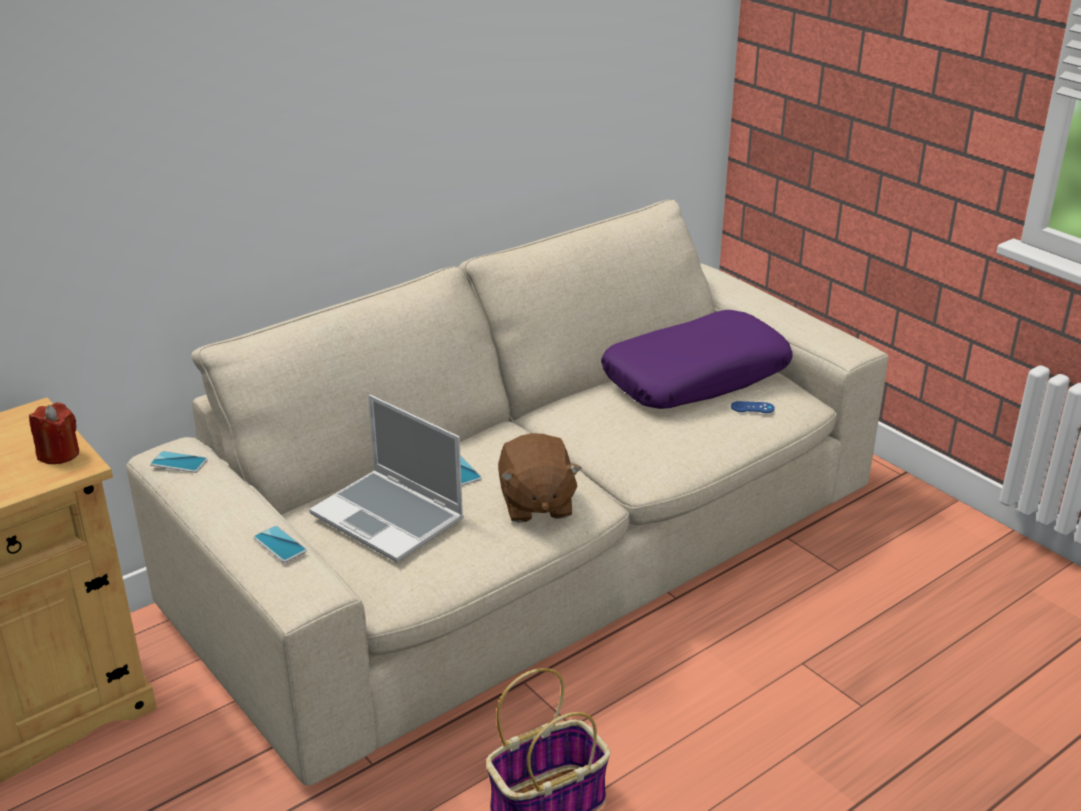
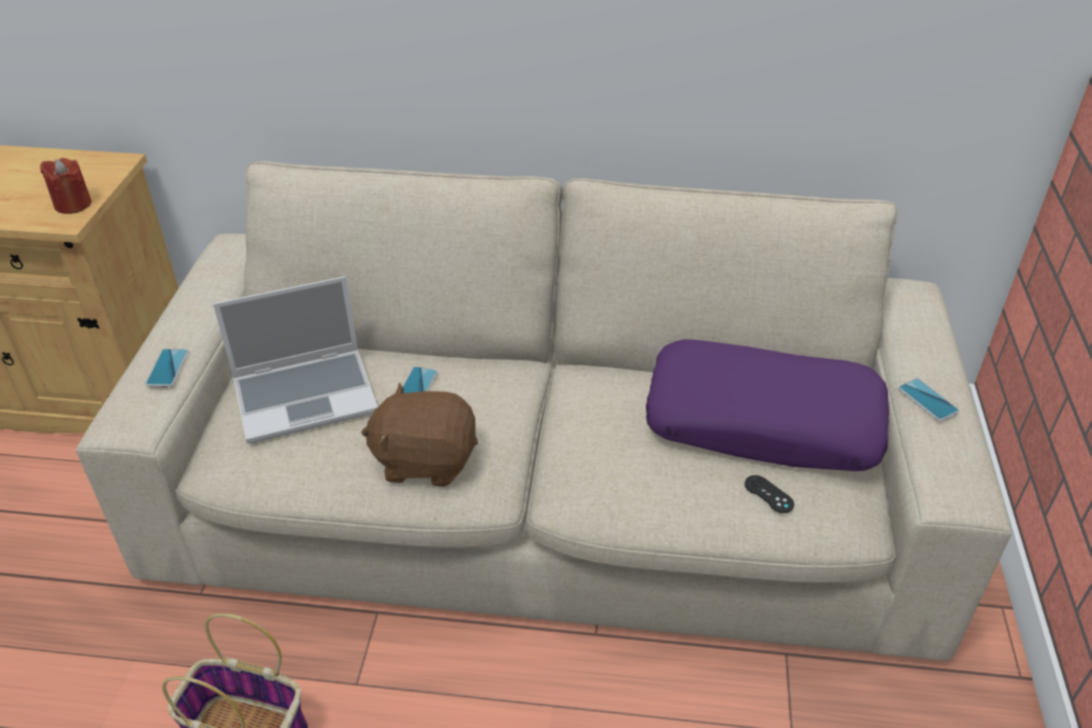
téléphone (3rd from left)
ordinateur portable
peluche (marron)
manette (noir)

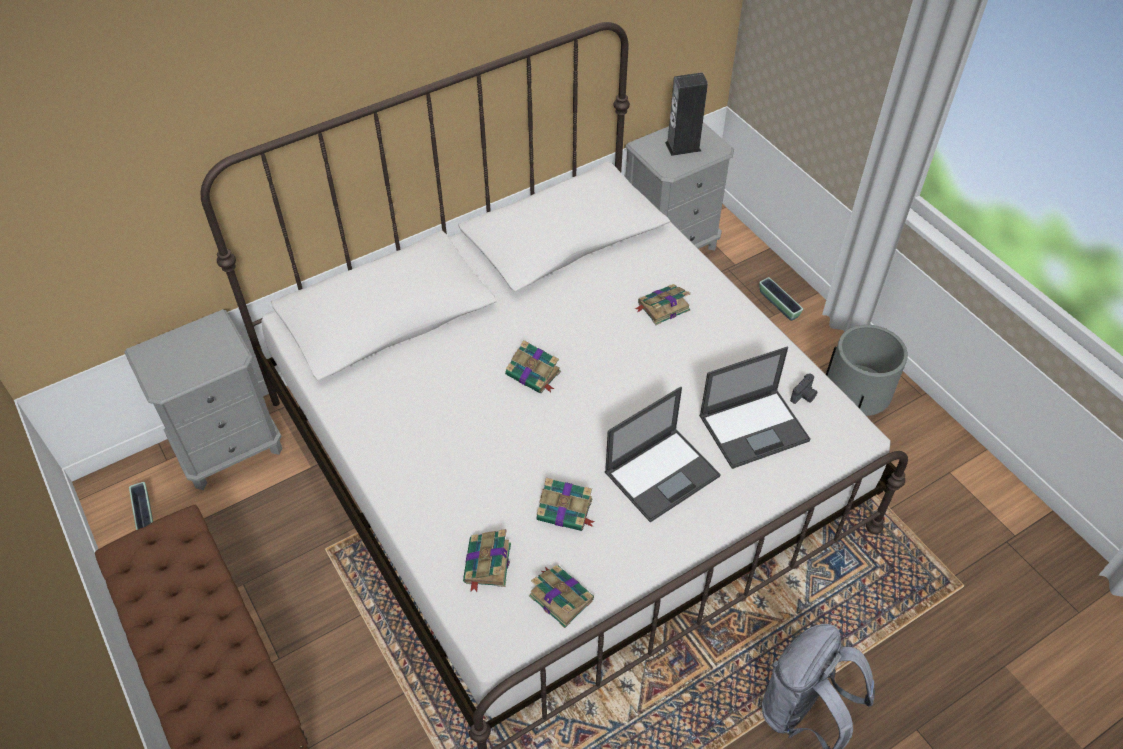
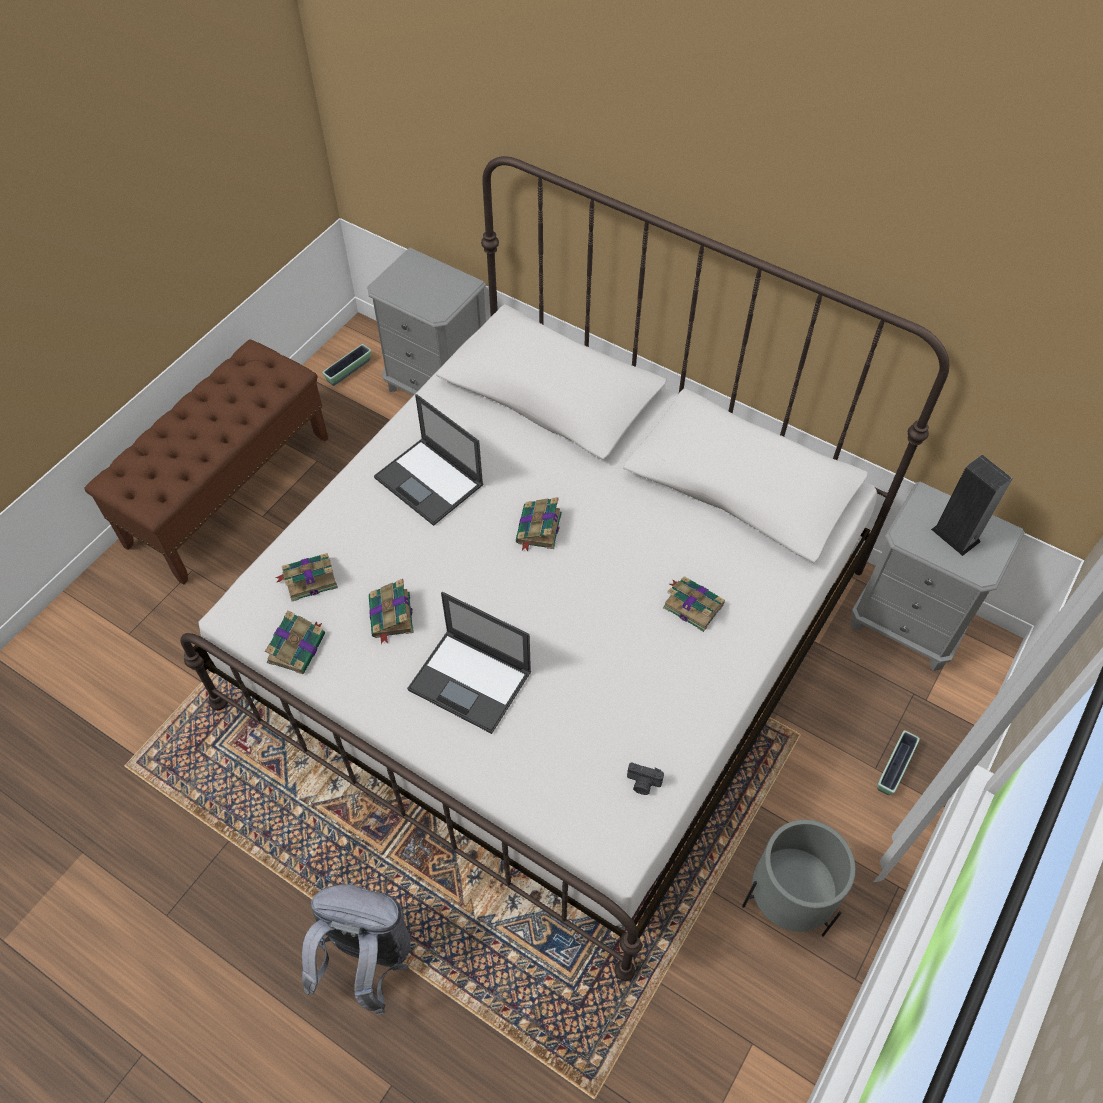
ordinateur portable (1st from left)

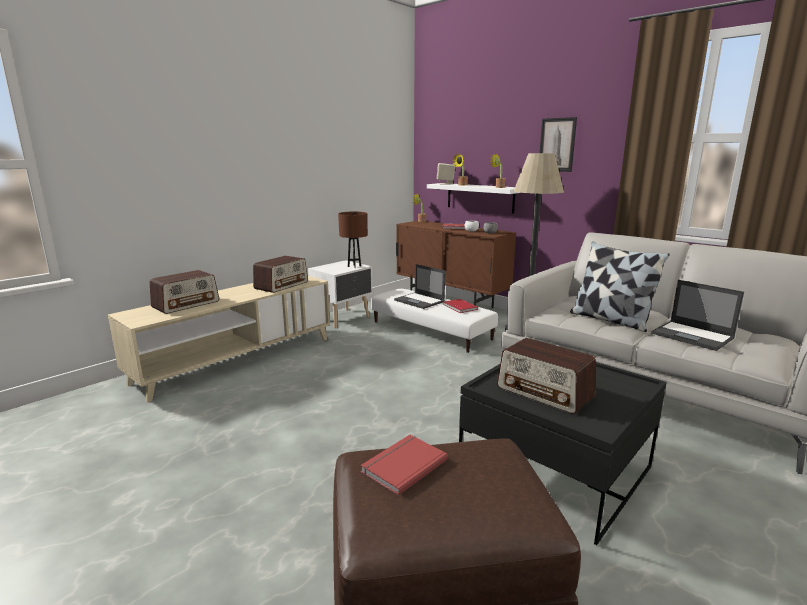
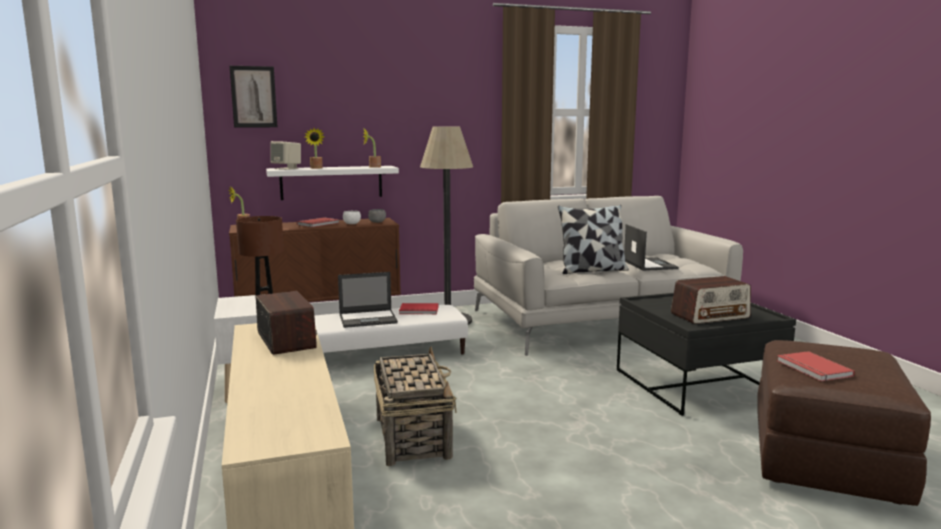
radio (1st from left in the first image)
tableau
ordinateur portable (2nd from left)
panier

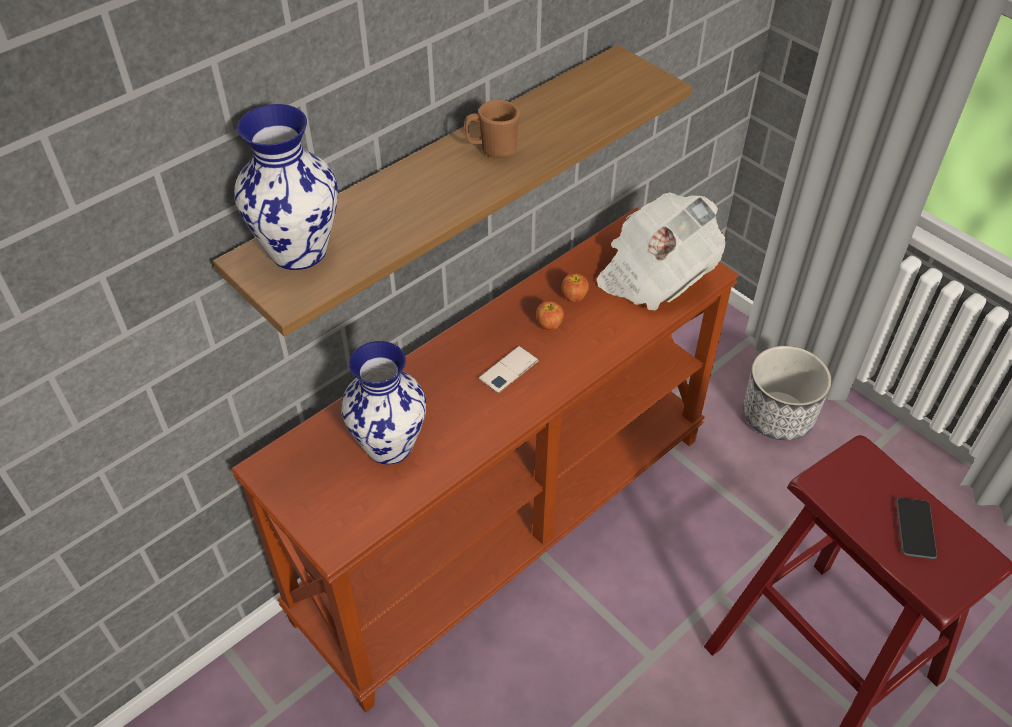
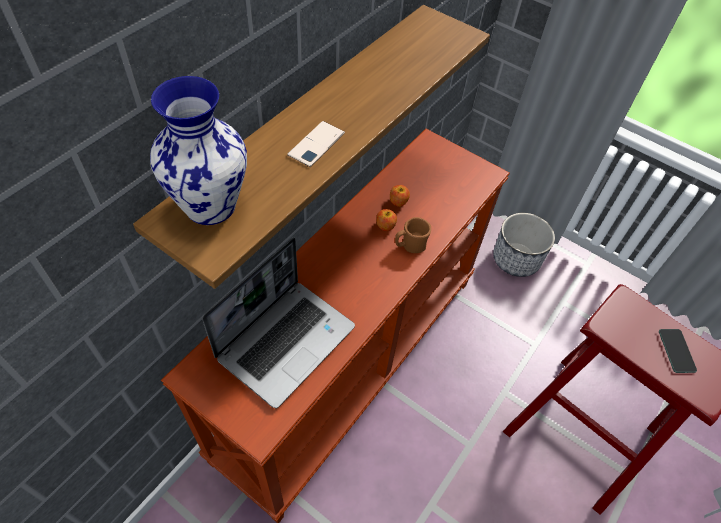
ordinateur portable
mug (marron)
téléphone (1st from left)
journal

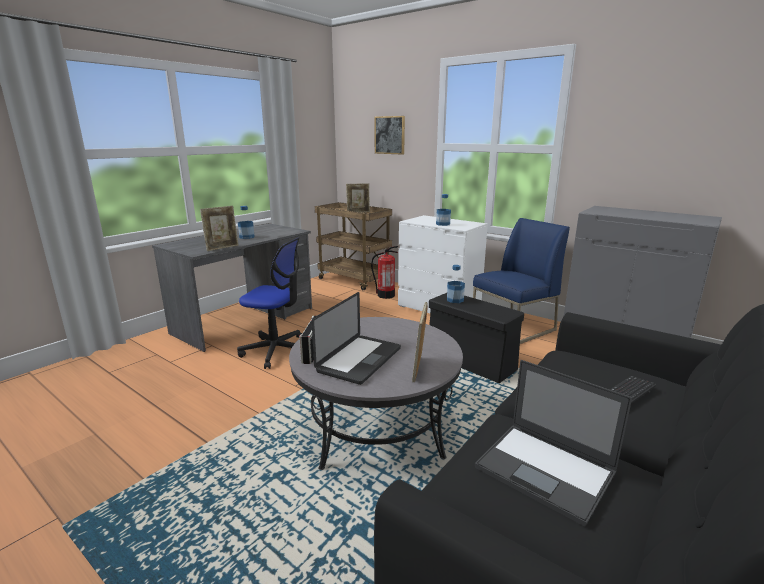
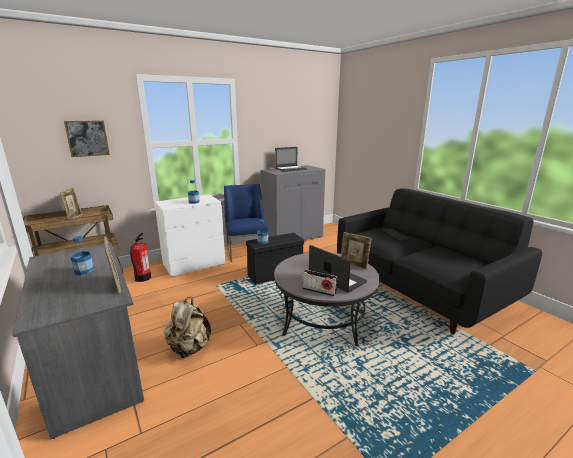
sac à dos (beige)
ordinateur portable (1st from left)

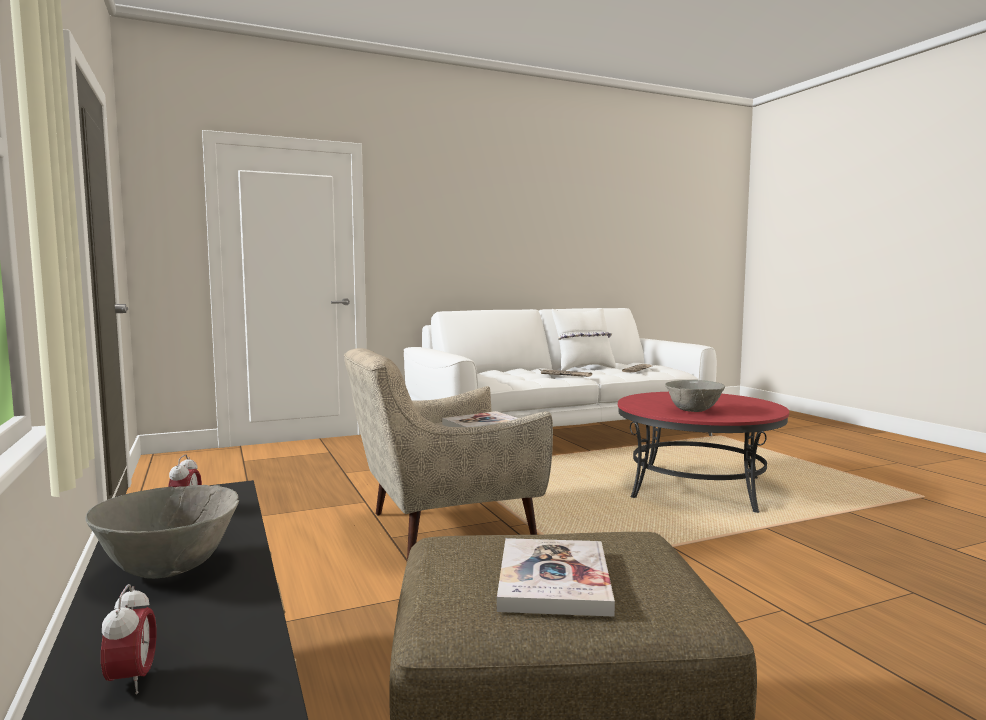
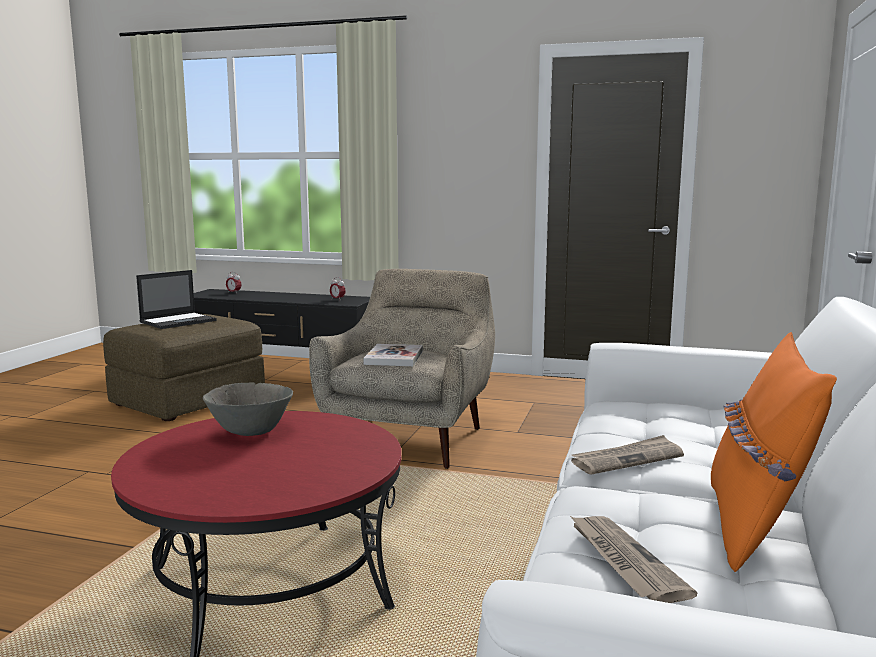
bol (gris) (1st from left in the first image)
ordinateur portable
coussin (orange)

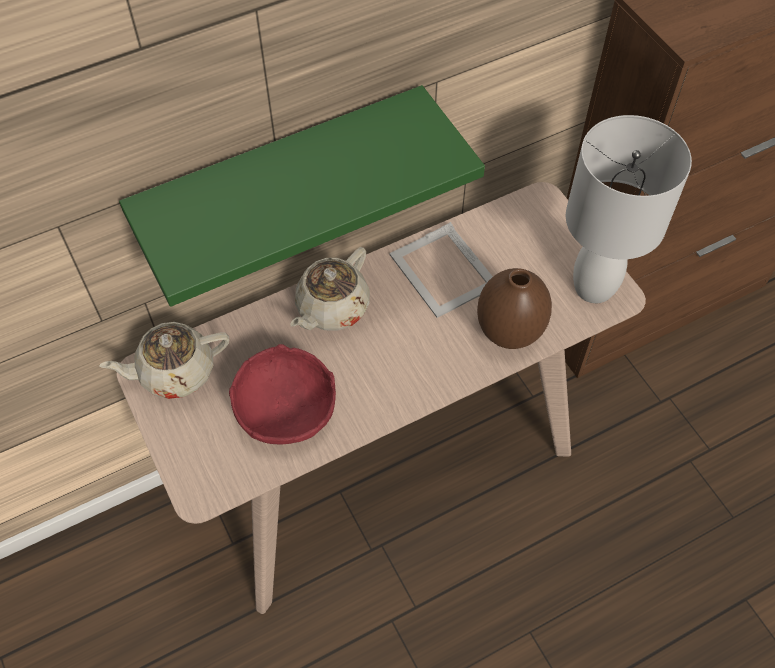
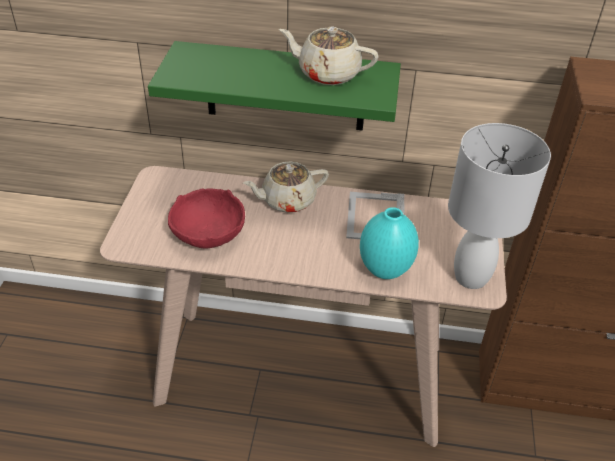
théière (beige) (2nd from left)
vase (turquoise)

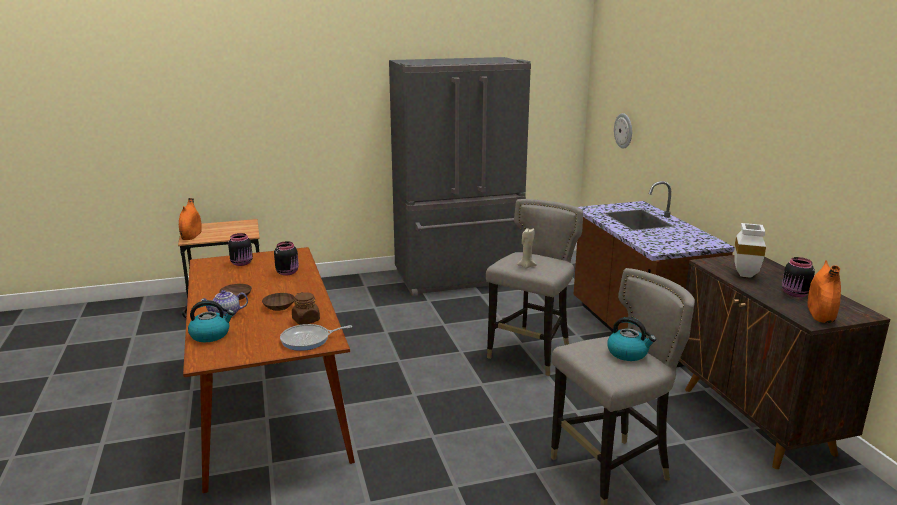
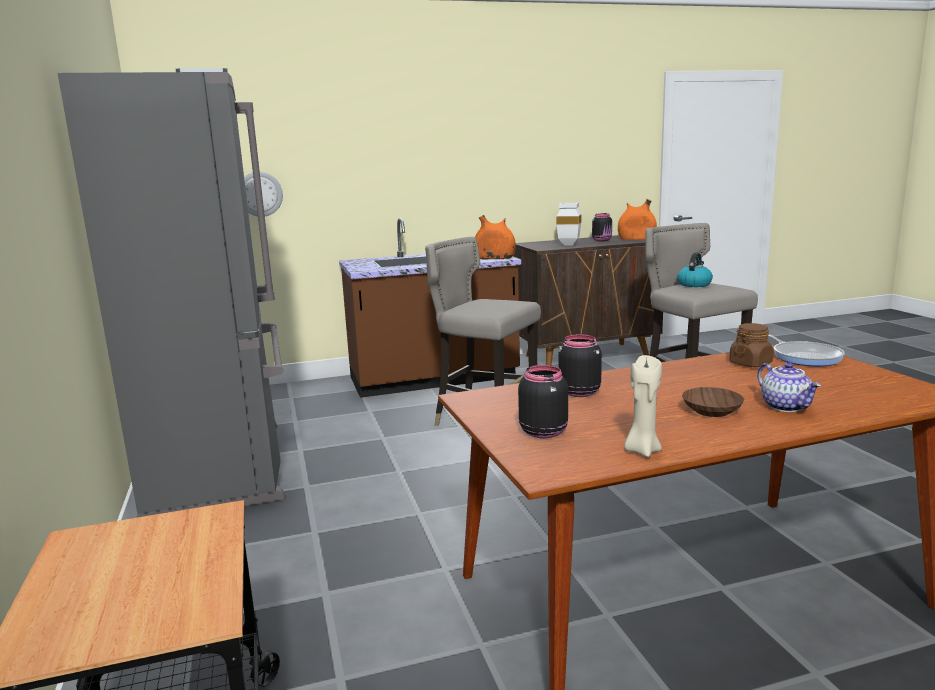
vase (orange) (1st from left)
bouilloire (1st from left in the first image)
bol (marron) (2nd from left in the first image)
bougie (beige)

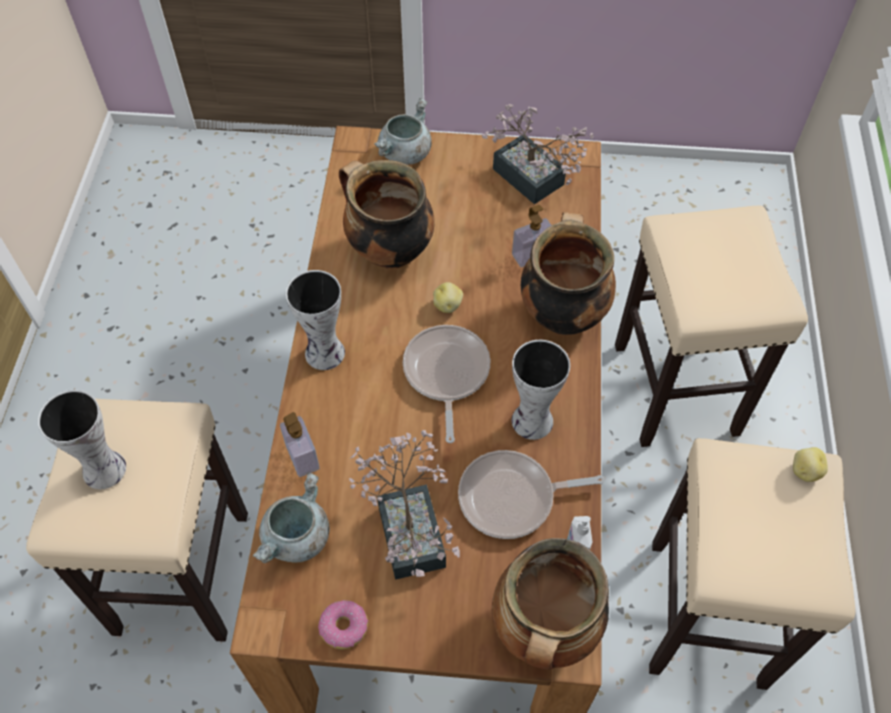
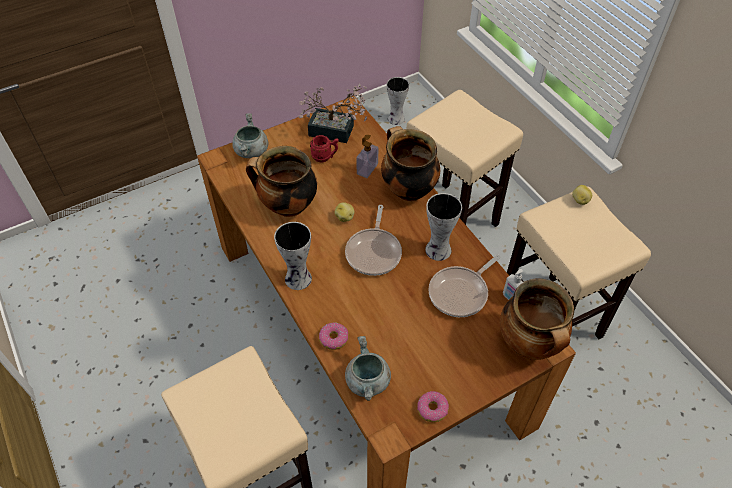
vase (2nd from left)
beignet (1st from left)
plante en pot (1st from left in the first image)
poêle (1st from left)
mug (rouge)

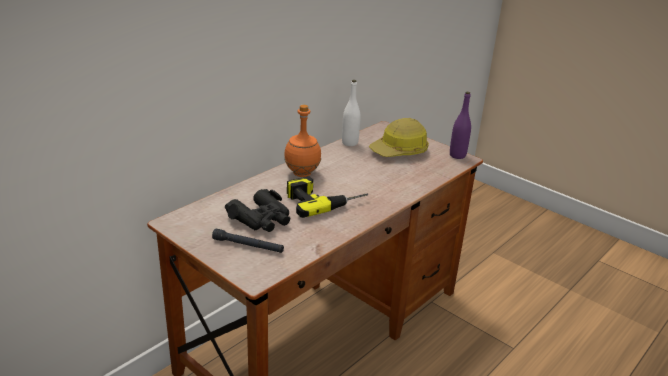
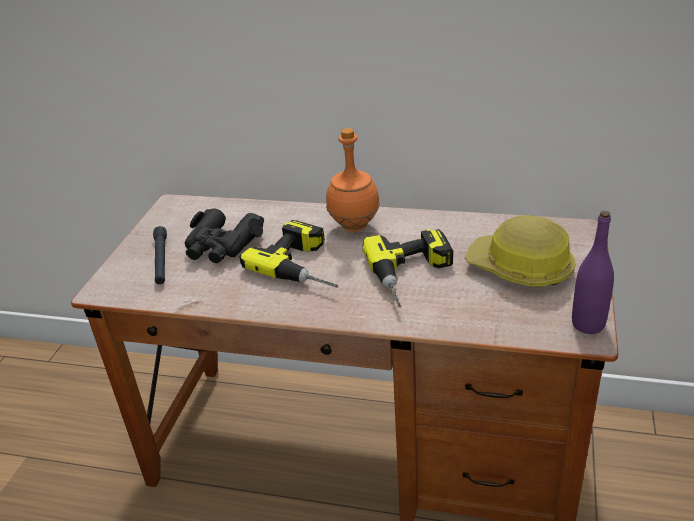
bouteille (blanc)
perceuse (2nd from left)

